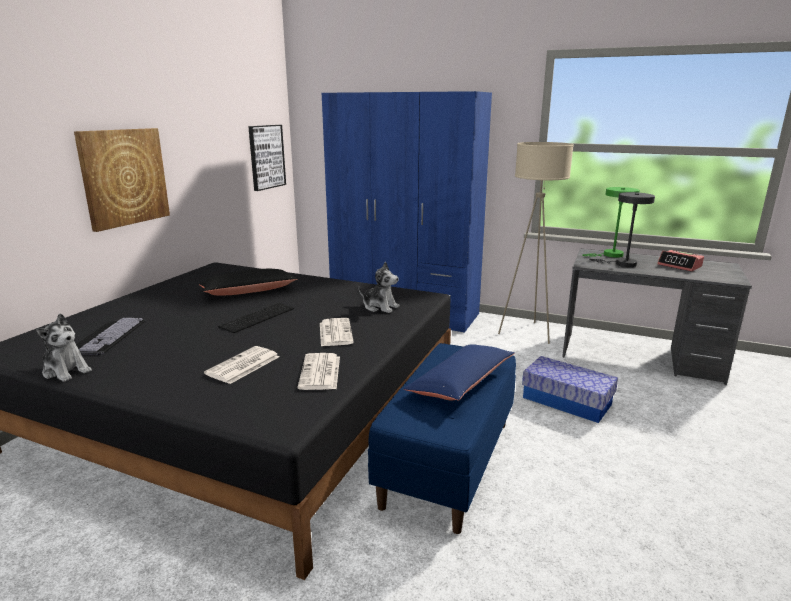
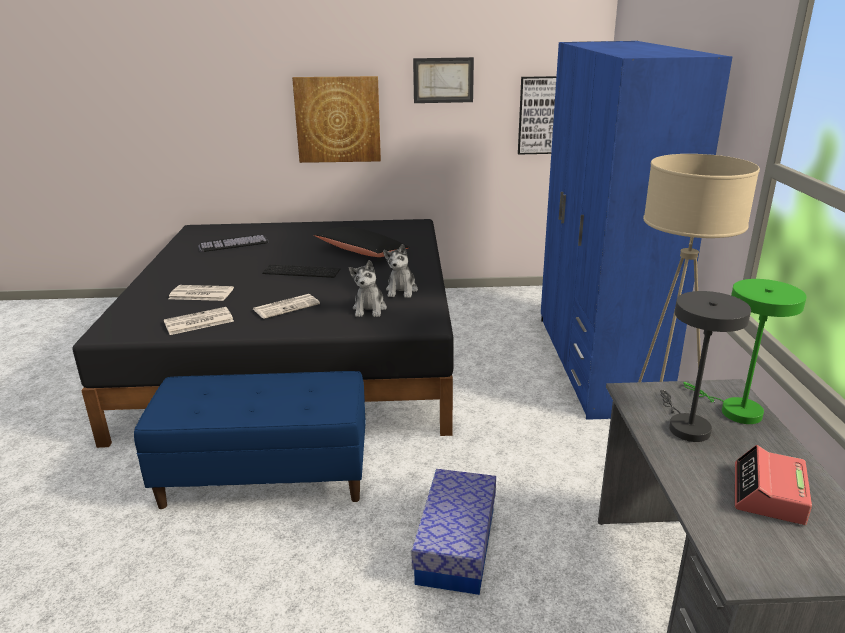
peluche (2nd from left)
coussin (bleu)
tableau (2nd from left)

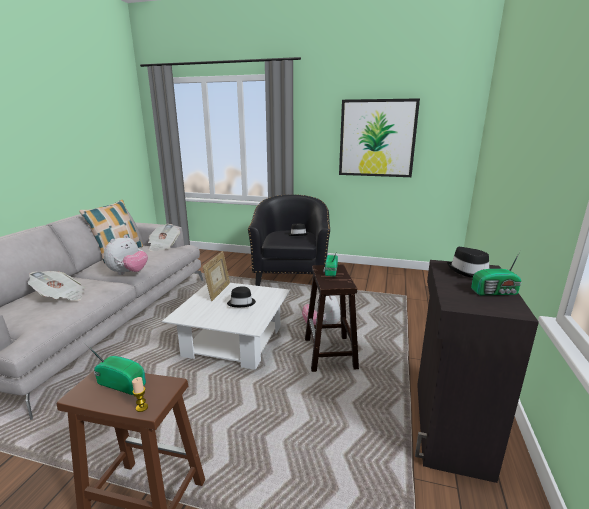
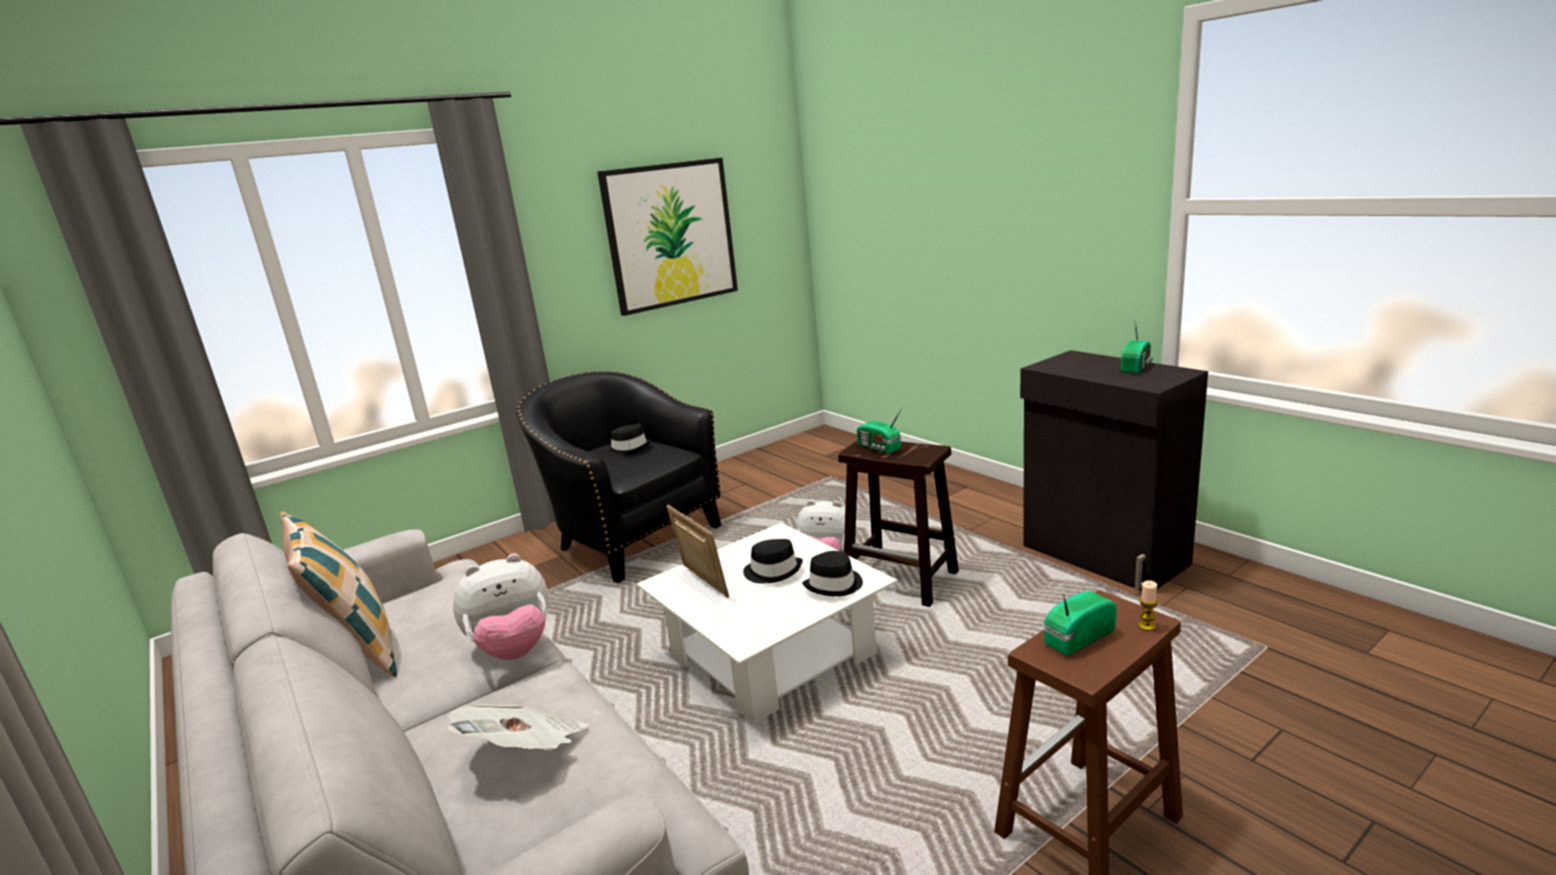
peluche (1st from left)
journal (2nd from left in the first image)
chapeau (noir) (3rd from left)

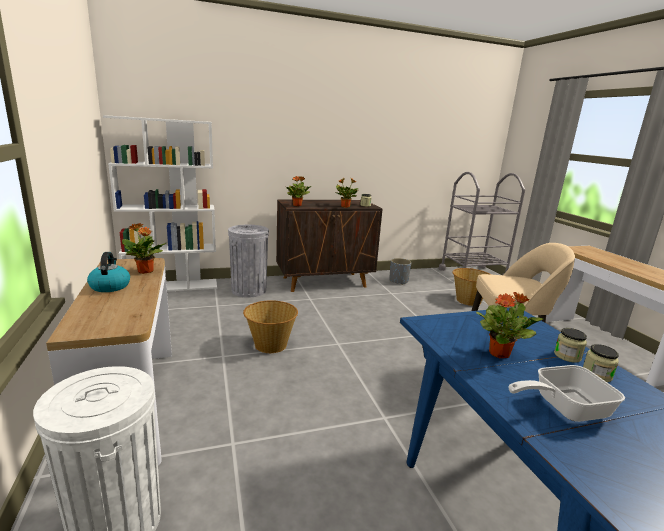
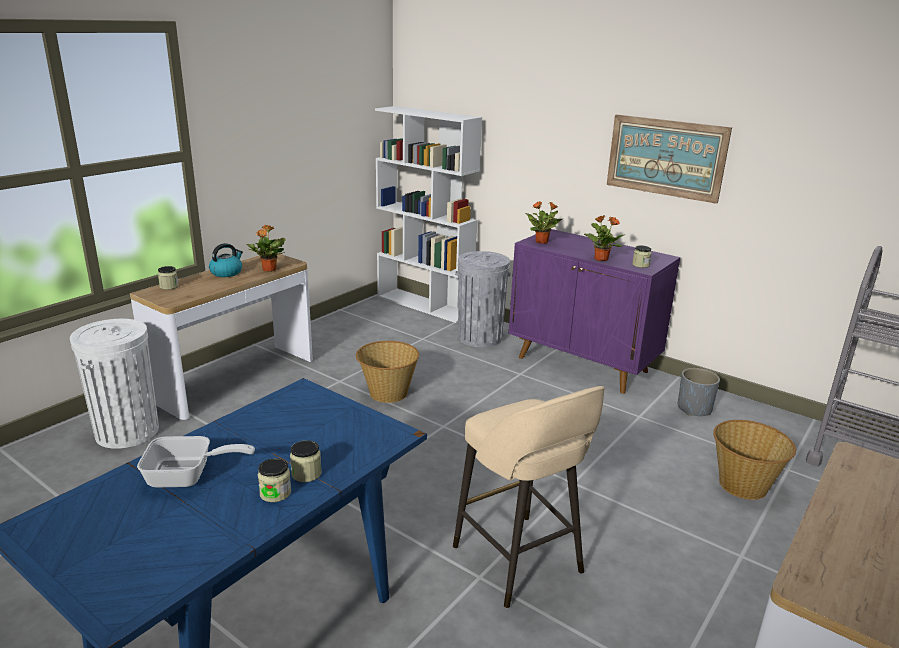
meuble de rangement (violet)
plante en pot (4th from left in the first image)
poêle
bocal (1st from left)
tableau

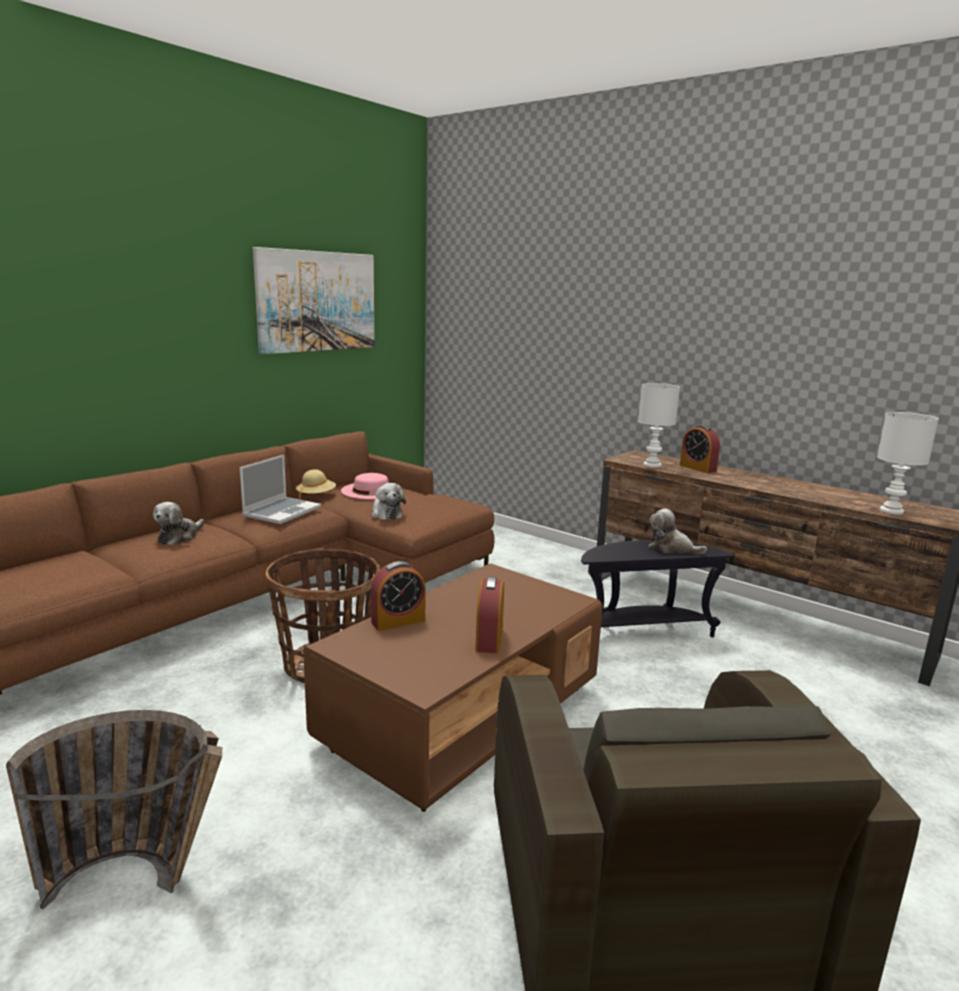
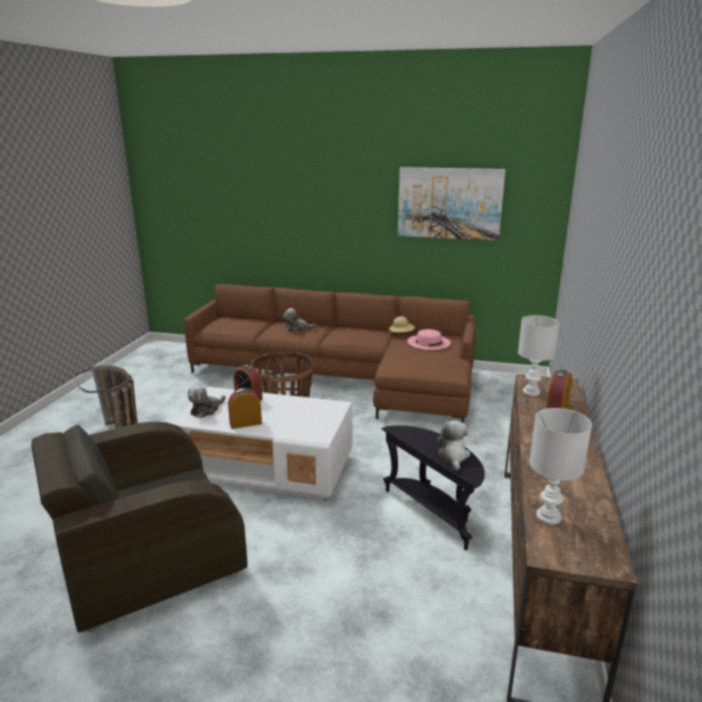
ordinateur portable
table basse (blanc)
peluche (1st from left)

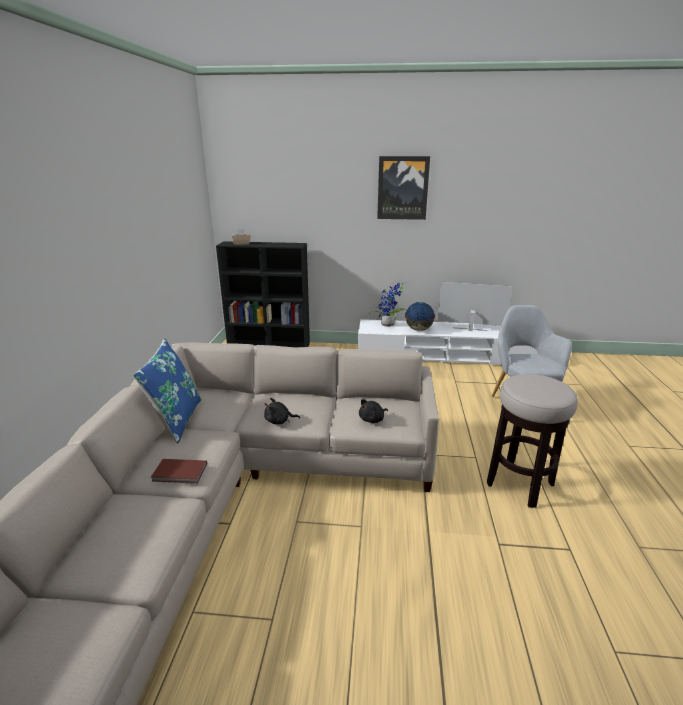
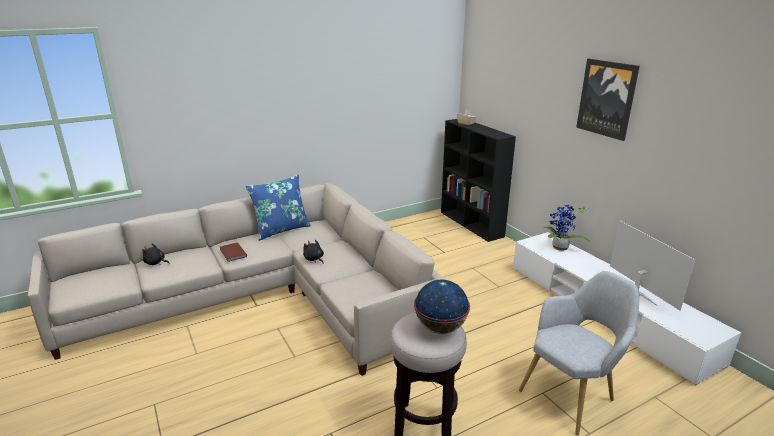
peluche (noir) (1st from left)
globe

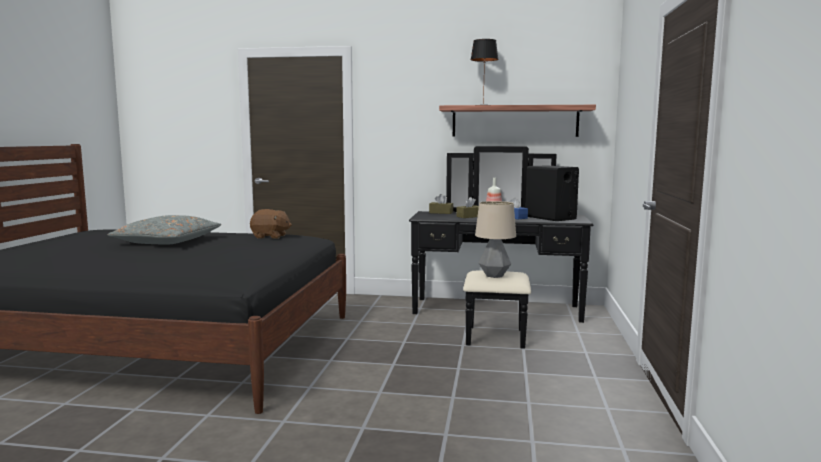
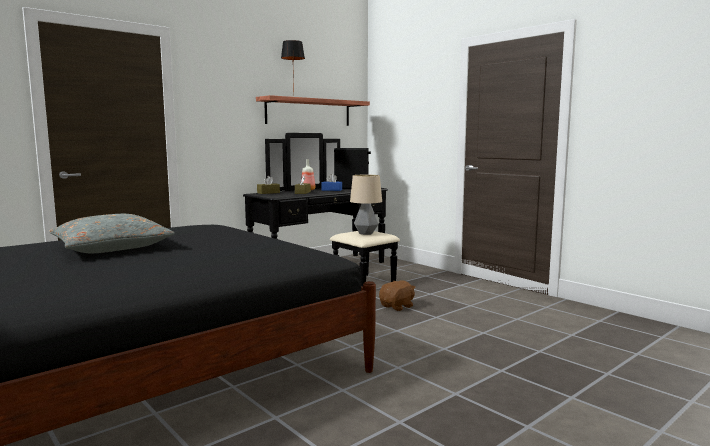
peluche (marron)

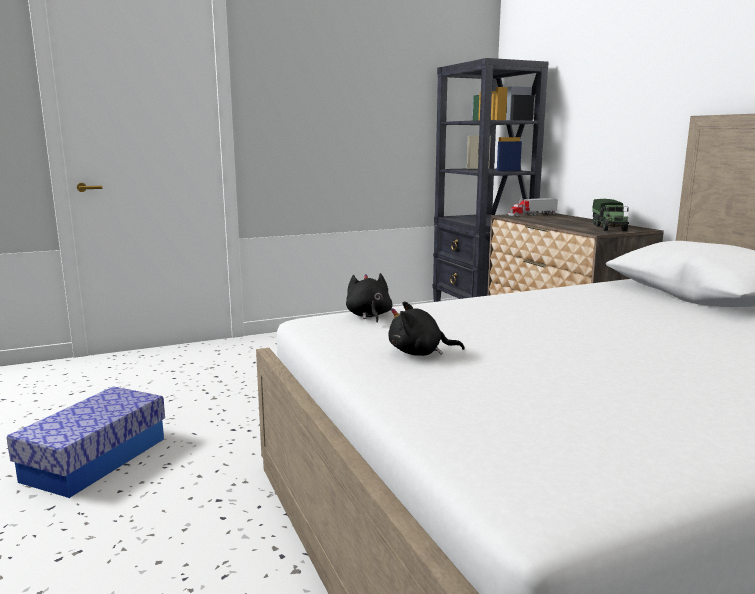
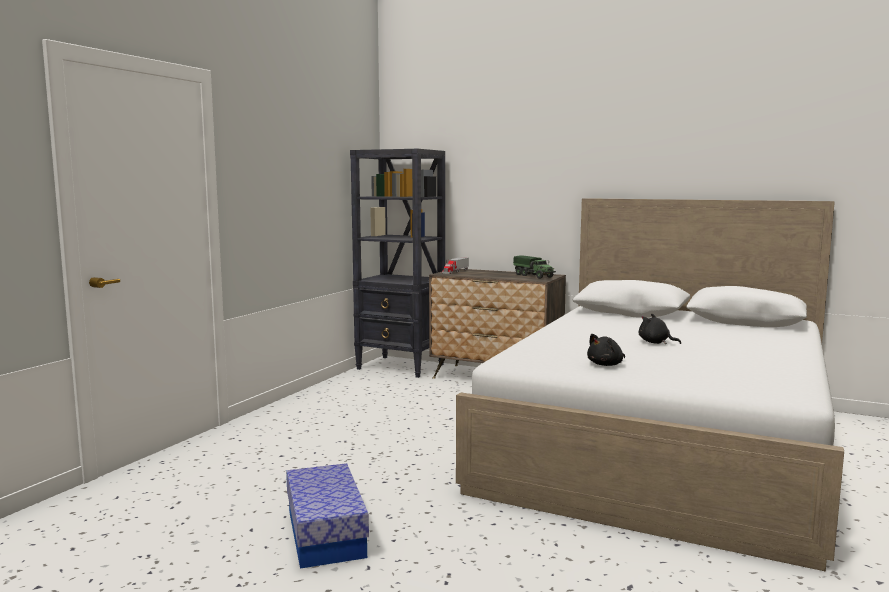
peluche (noir) (2nd from left)

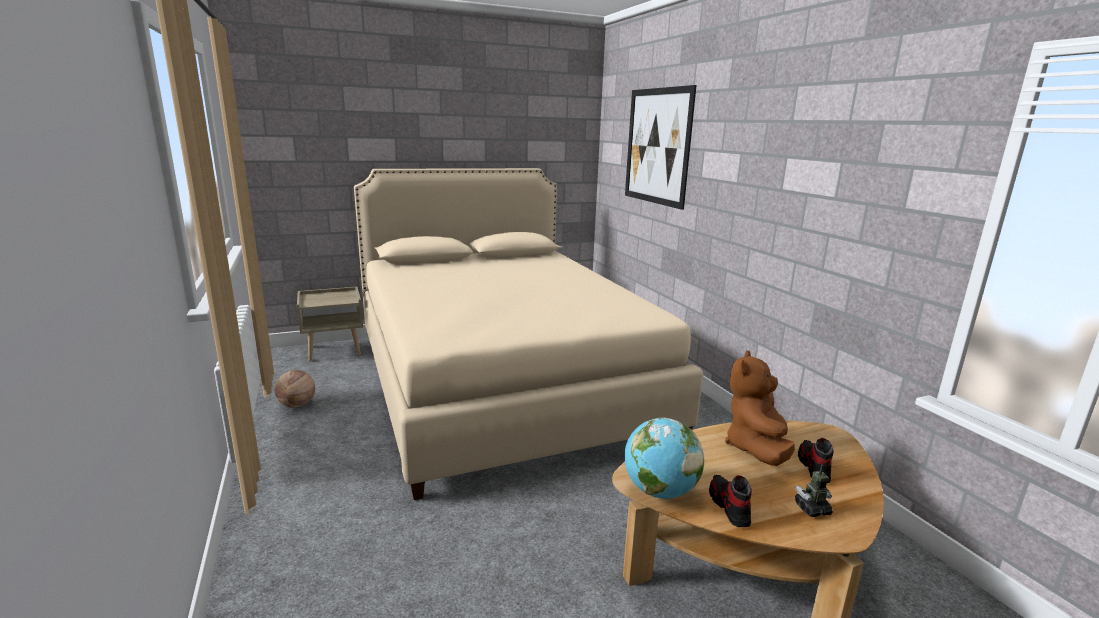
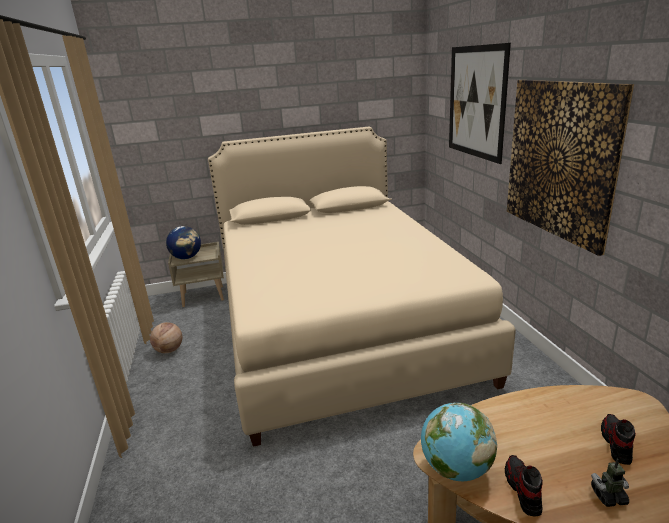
peluche (marron)
globe (1st from left)
tableau (2nd from left)

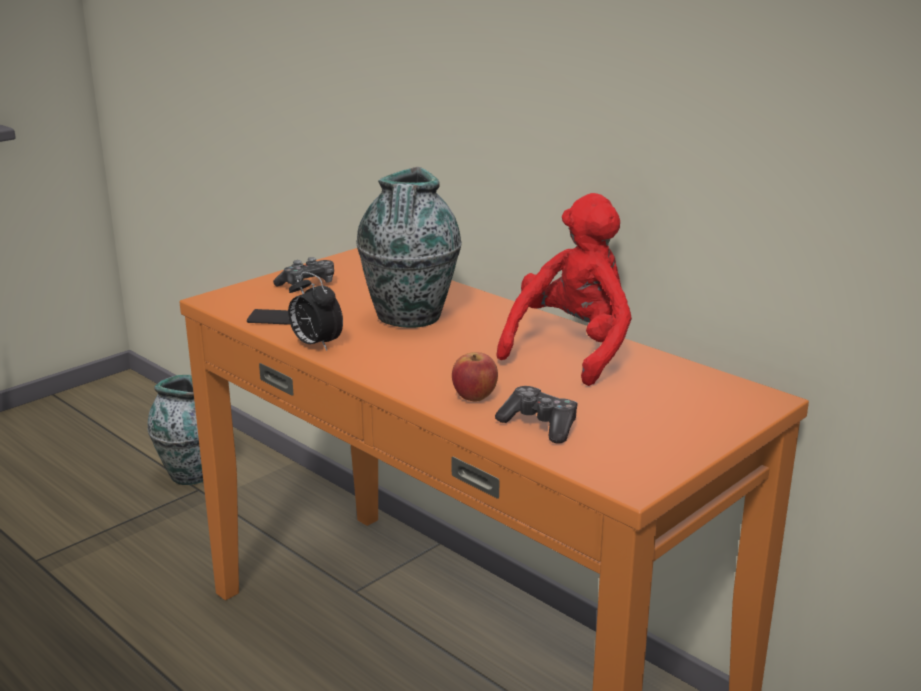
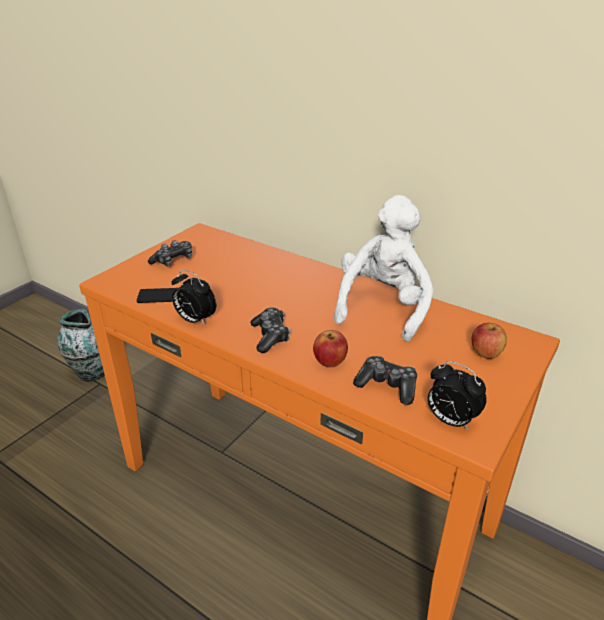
vase (2nd from left in the first image)
peluche (blanc)
manette (2nd from left)
réveil (2nd from left)
pomme (2nd from left)

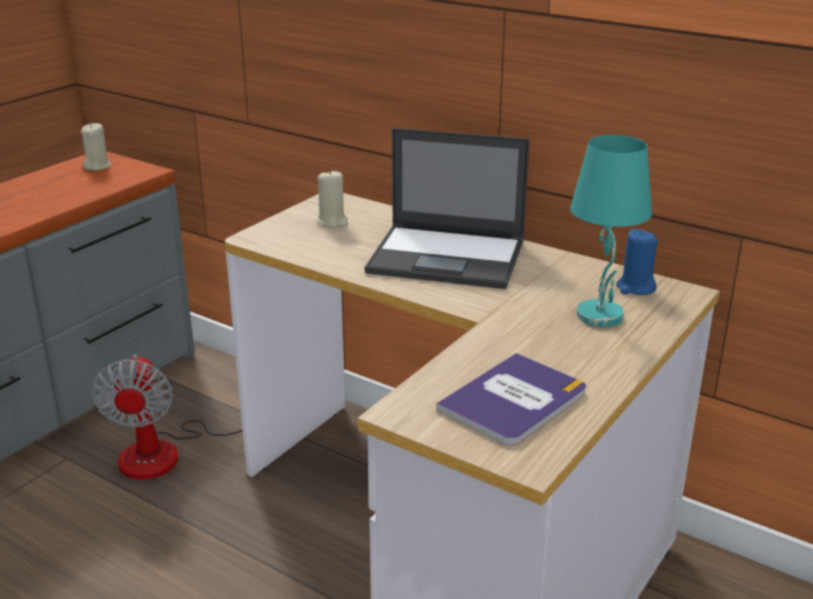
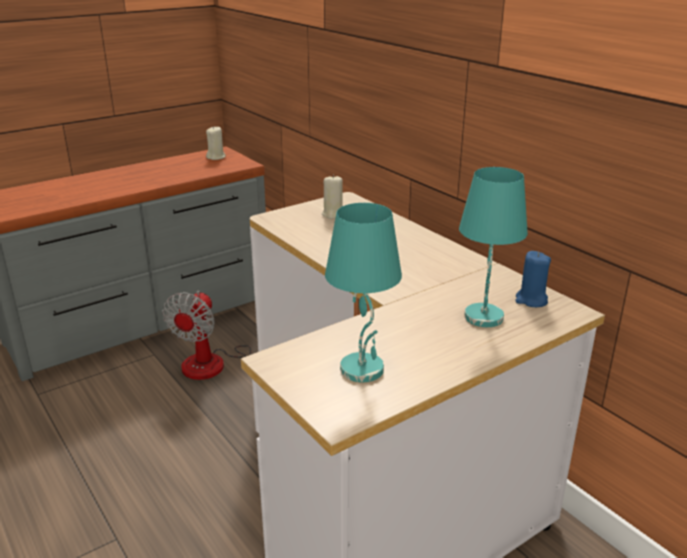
ordinateur portable
lampe de table (turquoise) (1st from left)

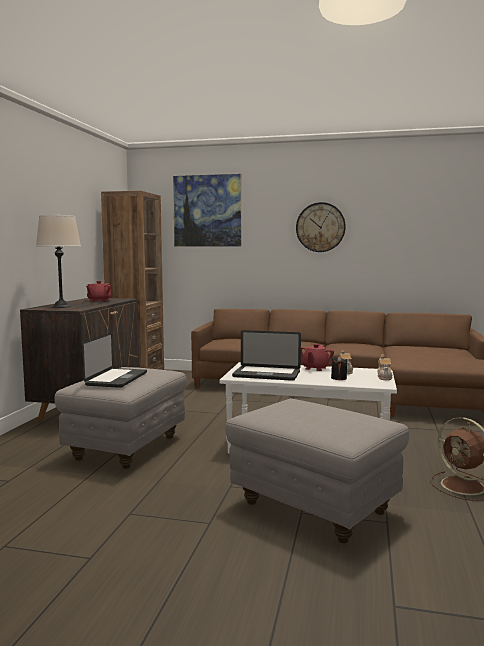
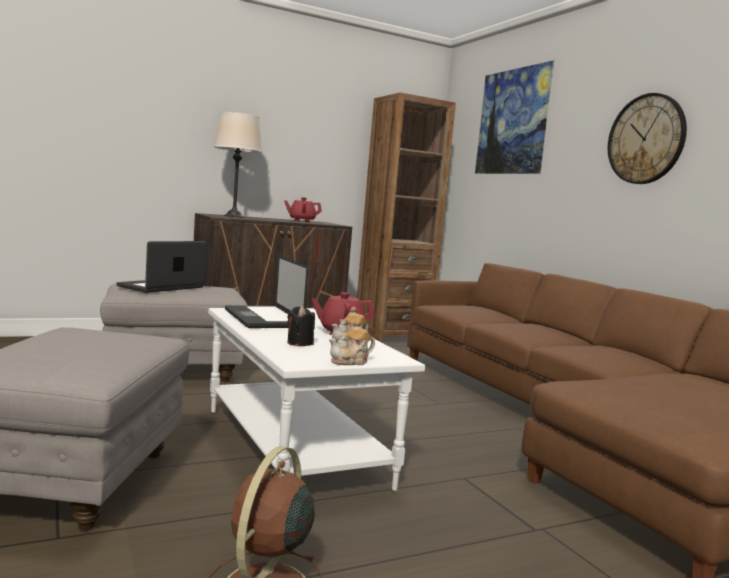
ordinateur portable (1st from left)

